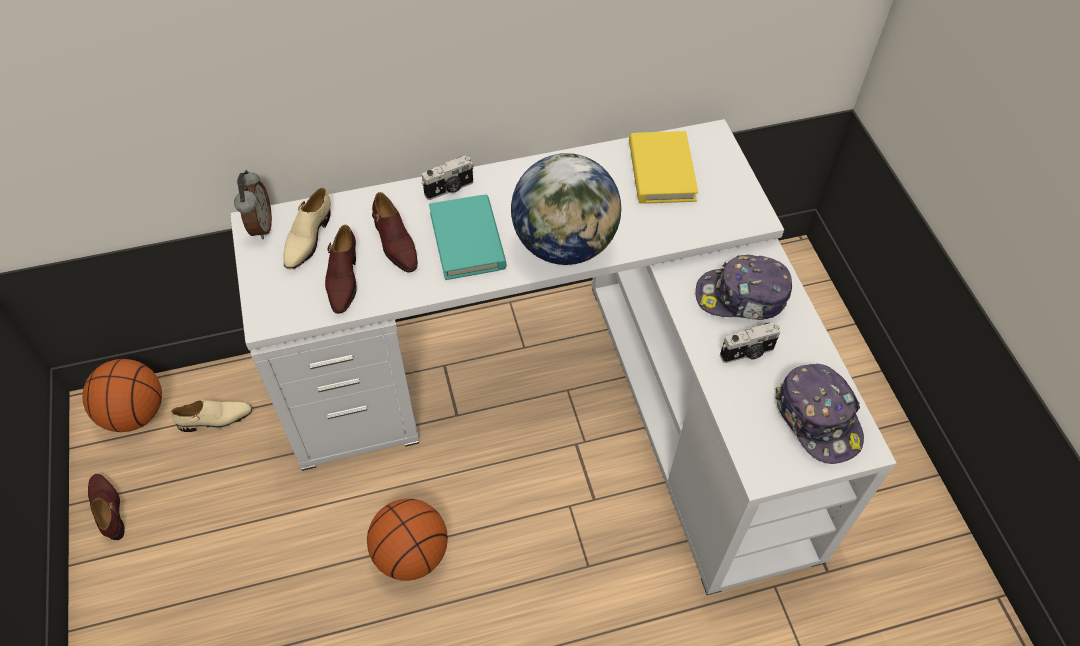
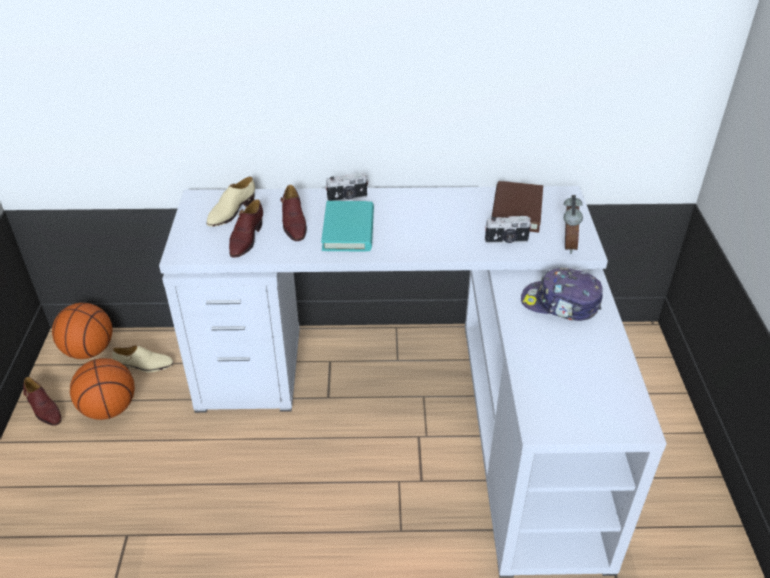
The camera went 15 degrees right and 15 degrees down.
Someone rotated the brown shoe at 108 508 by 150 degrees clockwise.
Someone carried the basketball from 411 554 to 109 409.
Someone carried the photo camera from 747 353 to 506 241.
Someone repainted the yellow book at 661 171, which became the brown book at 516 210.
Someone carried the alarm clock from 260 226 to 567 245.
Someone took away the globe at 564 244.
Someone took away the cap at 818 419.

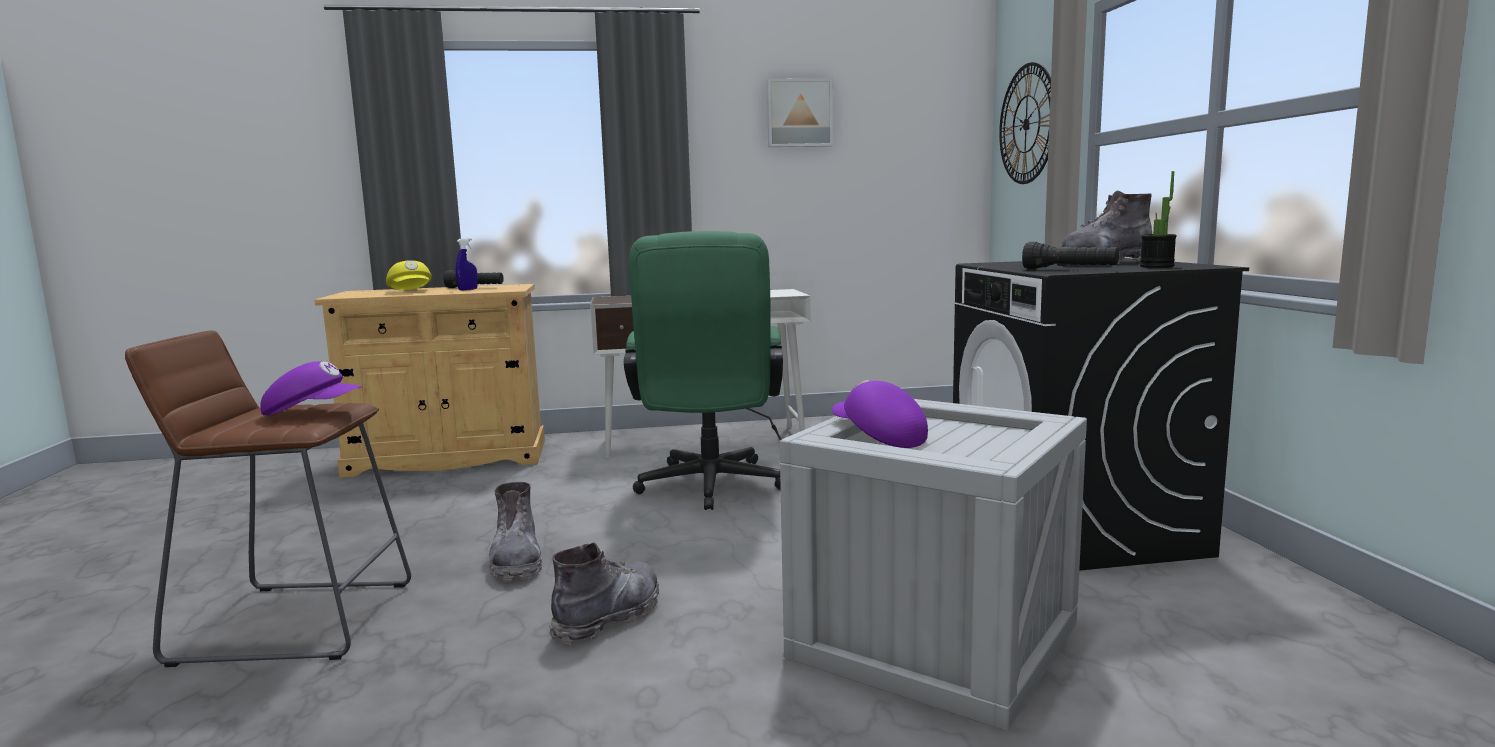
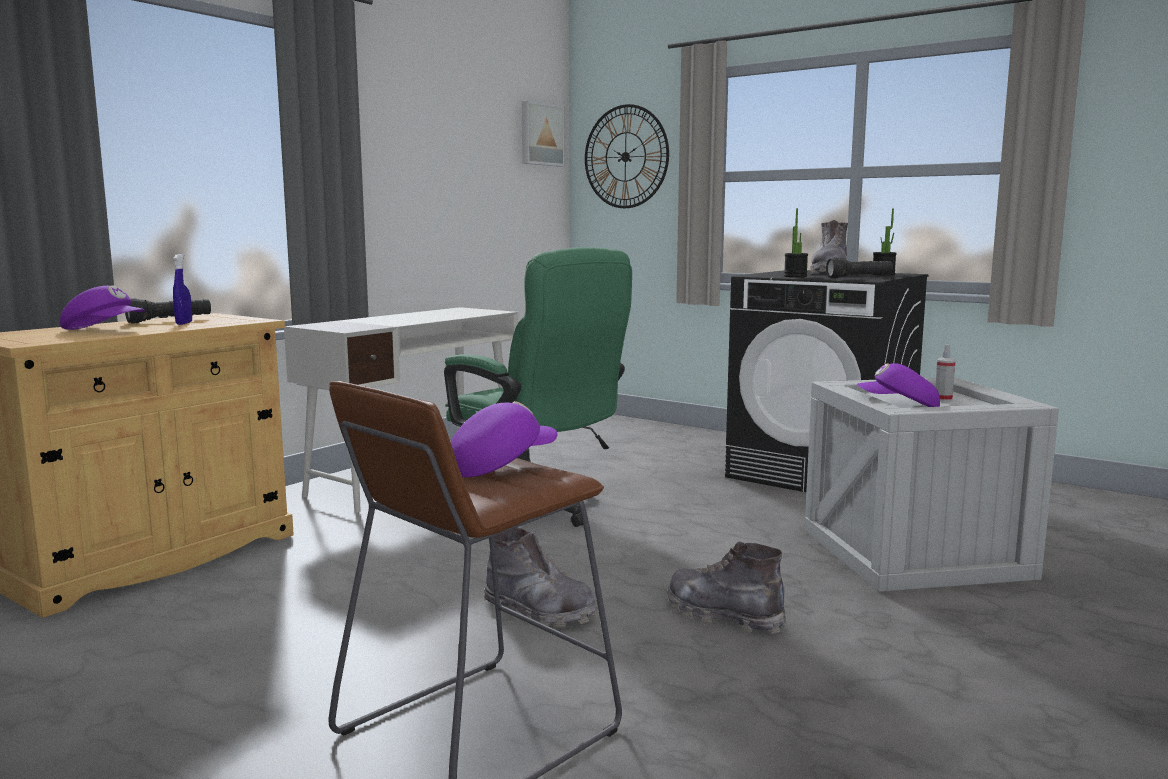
The camera went 45 degrees left and 0 degrees up.
Someone repainted the yellow cap at 411 291, which became the purple cap at 104 330.
Someone carried the picture from 799 113 to 541 134.
Someone rotated the grey boot at 609 617 by 45 degrees counterclockwise.
Someone put down the potted plant at 795 276.
Someone put down the spray bottle at 943 399.

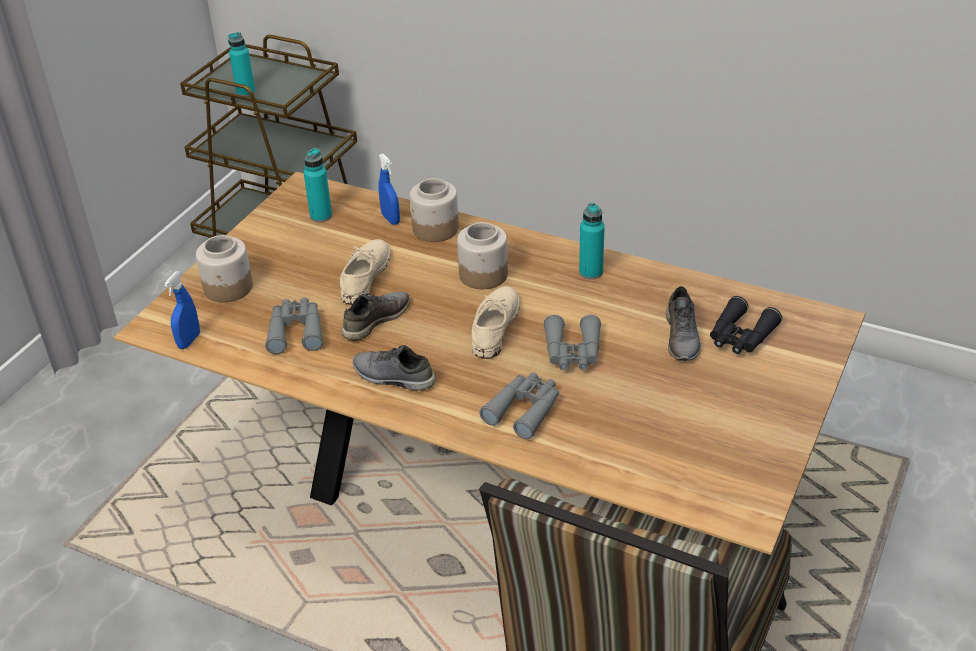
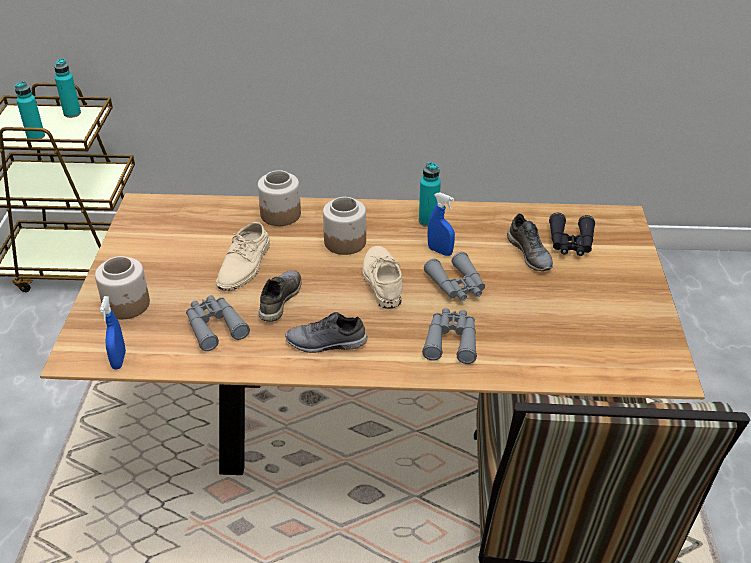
The camera went 25 degrees left and 0 degrees up.
Someone carried the turquoise bottle from 321 216 to 72 113.
Someone rotated the beige shoe at 365 275 by 150 degrees counterclockwise.
Someone carried the blue spray bottle from 390 219 to 440 251.

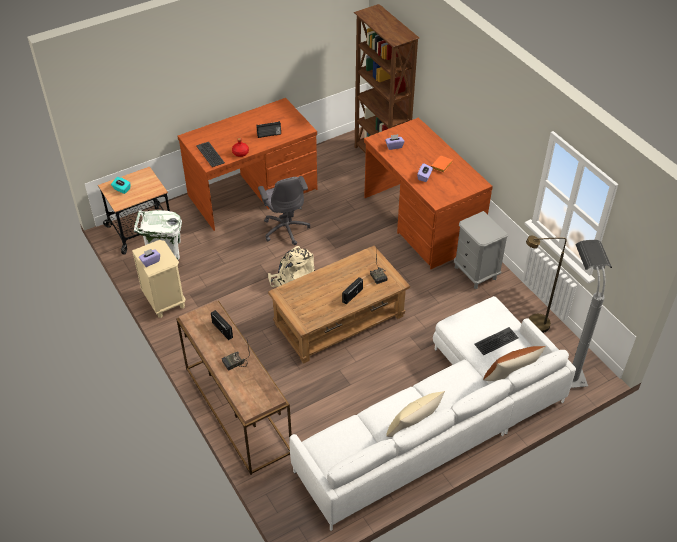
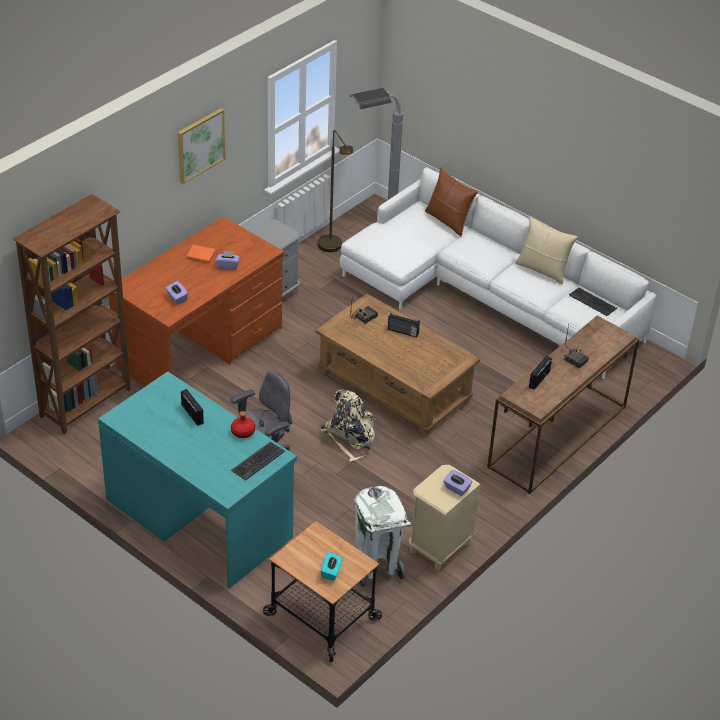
The camera went 110 degrees left and 5 degrees down.
Someone repainted the brown desk at 253 192, which became the turquoise desk at 199 517.
Someone put up the picture at 200 145.
Someone carried the keyboard from 496 341 to 592 302.

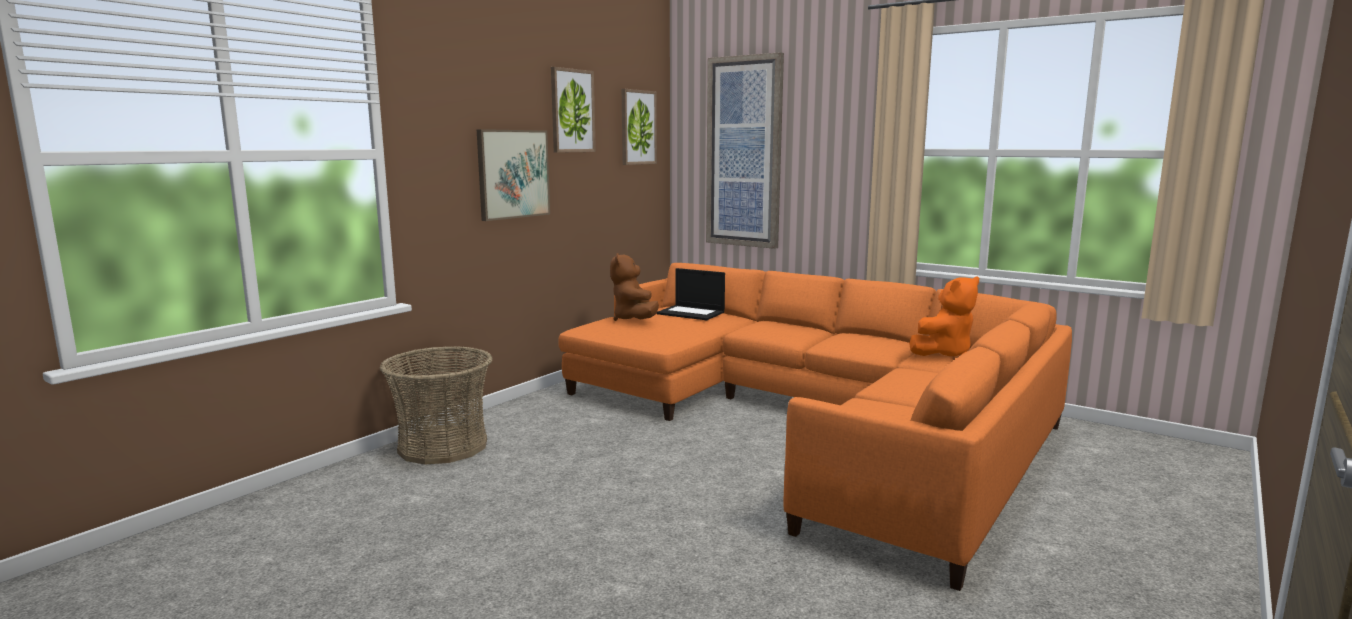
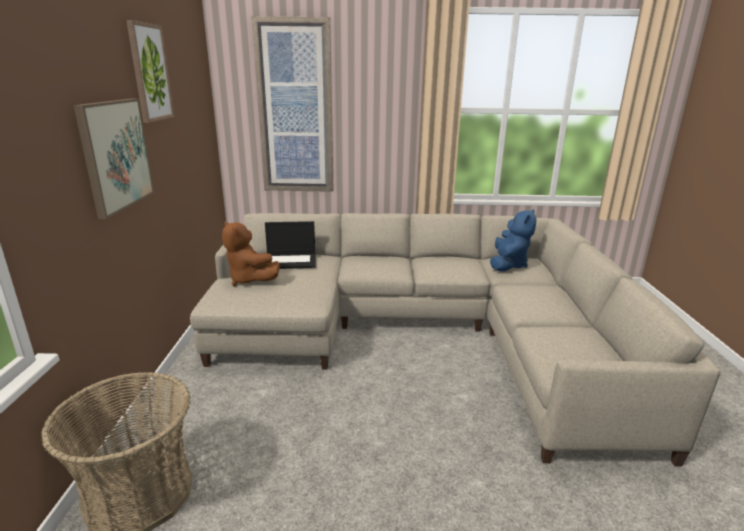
The camera went 35 degrees left and 10 degrees up.
Someone repainted the orange sofa at 811 420, which became the beige sofa at 422 332.
Someone repainted the orange plush toy at 943 353, which became the blue plush toy at 508 265.
Someone took away the picture at 638 127.

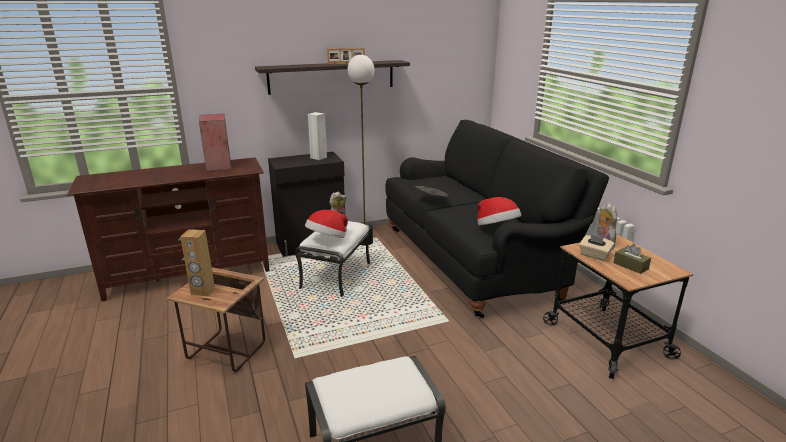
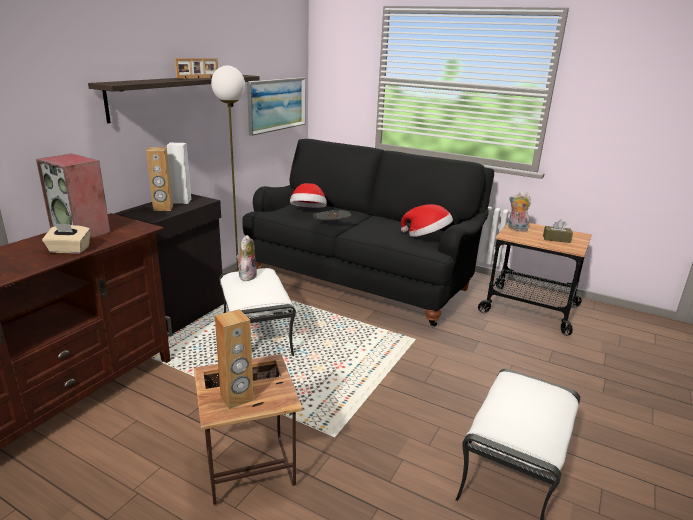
The camera went 40 degrees left and 0 degrees up.
Someone carried the beige tissue box from 594 255 to 69 250.
Someone put down the brown speaker at 163 208.
Someone put up the picture at 277 104.
Someone carried the hat from 327 239 to 308 212.

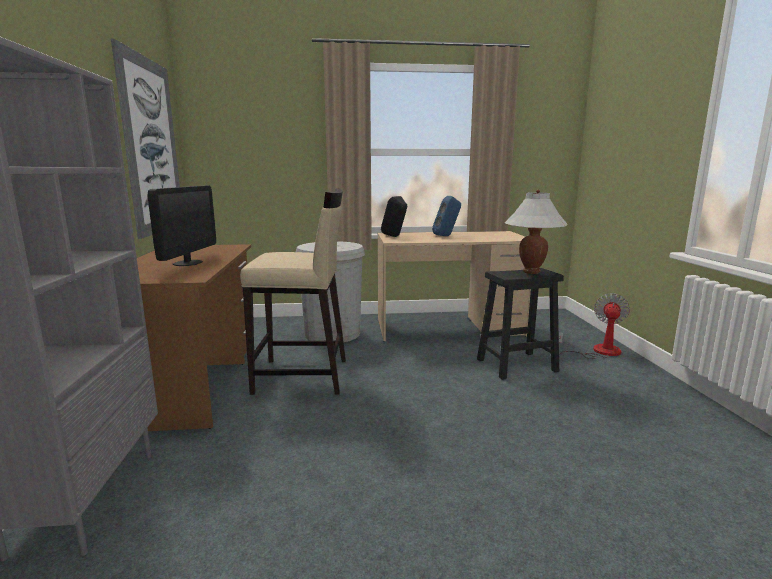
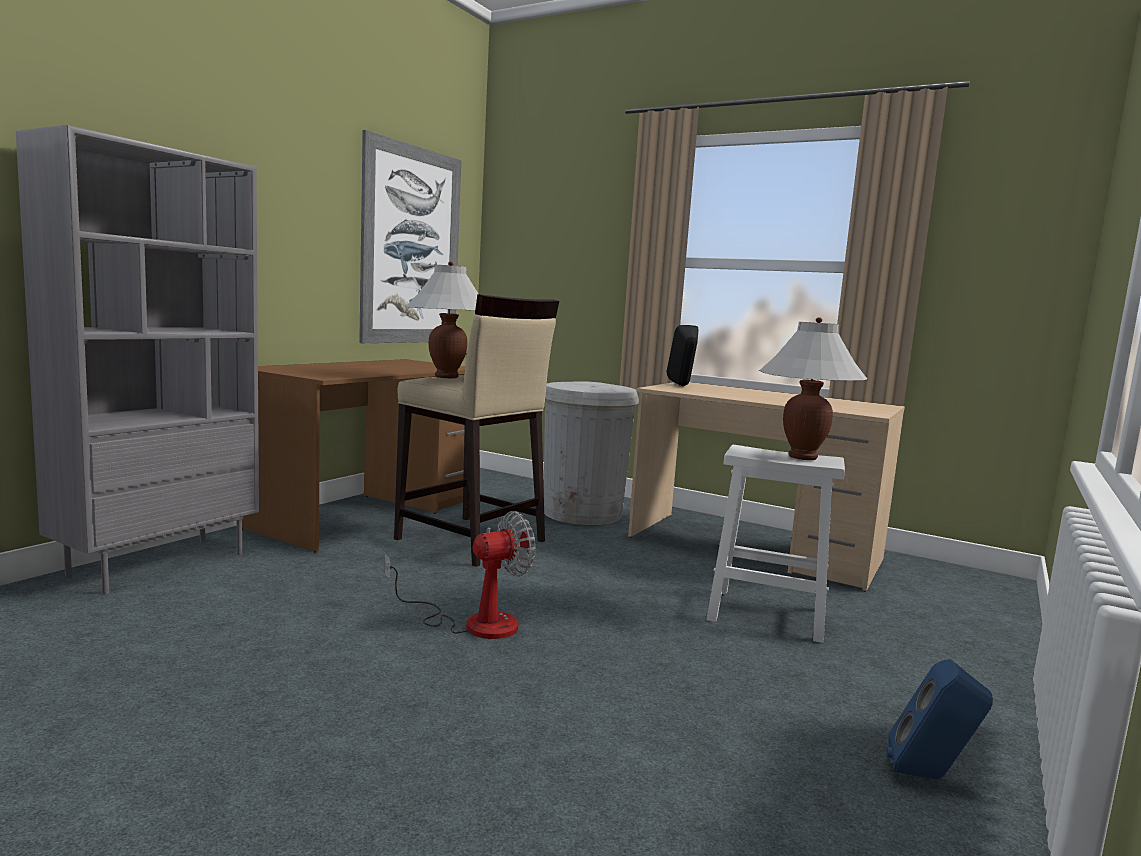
The camera went 35 degrees right and 5 degrees down.
Someone carried the fan from 598 352 to 473 623.
Someone put down the white table lamp at 446 377.
Someone repainted the black stool at 515 365, which became the white stool at 764 614.
Someone carried the blue speaker from 446 236 to 930 777.
Someone took away the monitor at 187 263.

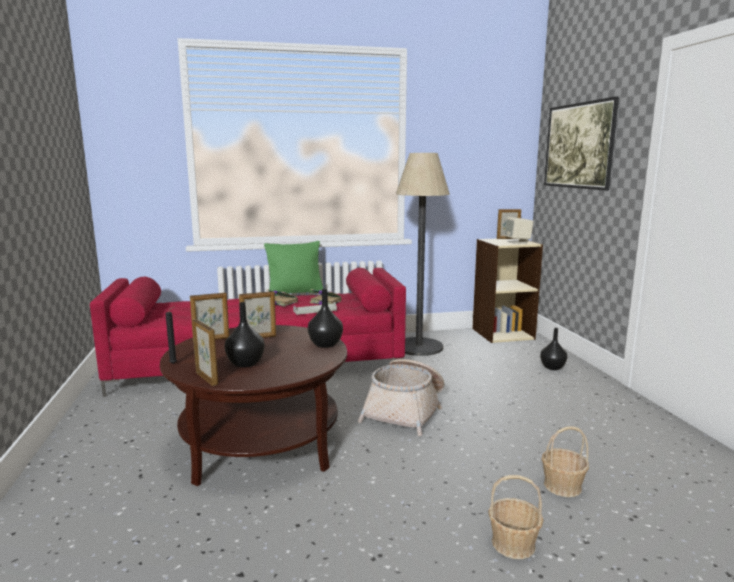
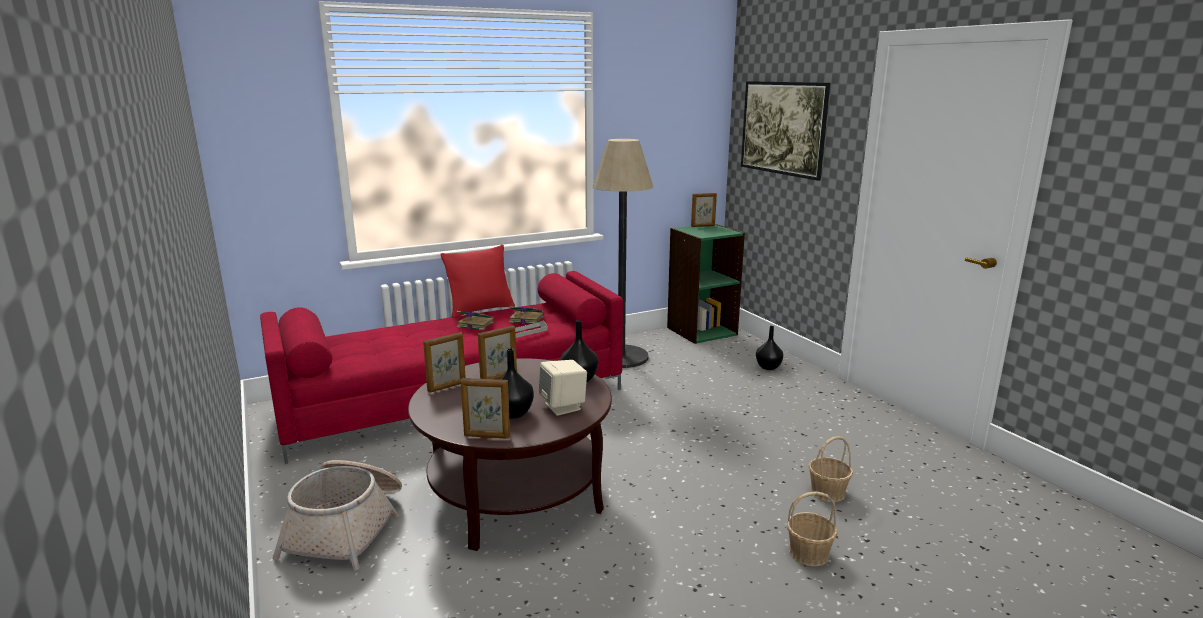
The camera went 15 degrees left and 5 degrees up.
Someone carried the basket from 405 410 to 347 527.
Someone repainted the green pillow at 295 293, which became the red pillow at 480 310.
Someone rotated the picture frame at 207 378 by 150 degrees clockwise.
Someone carried the beige speaker from 518 242 to 563 406.
Someone repainted the beige bookcase at 502 333, which became the green bookcase at 701 331.
Someone took away the black candle at 174 363.

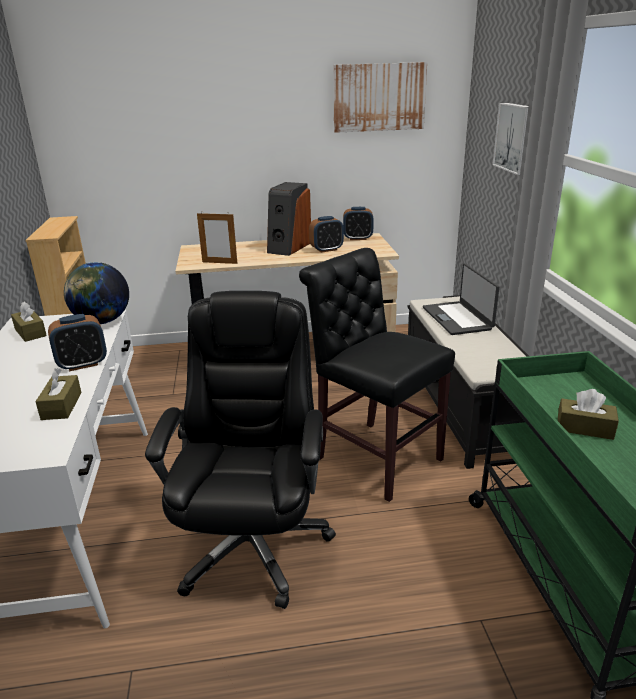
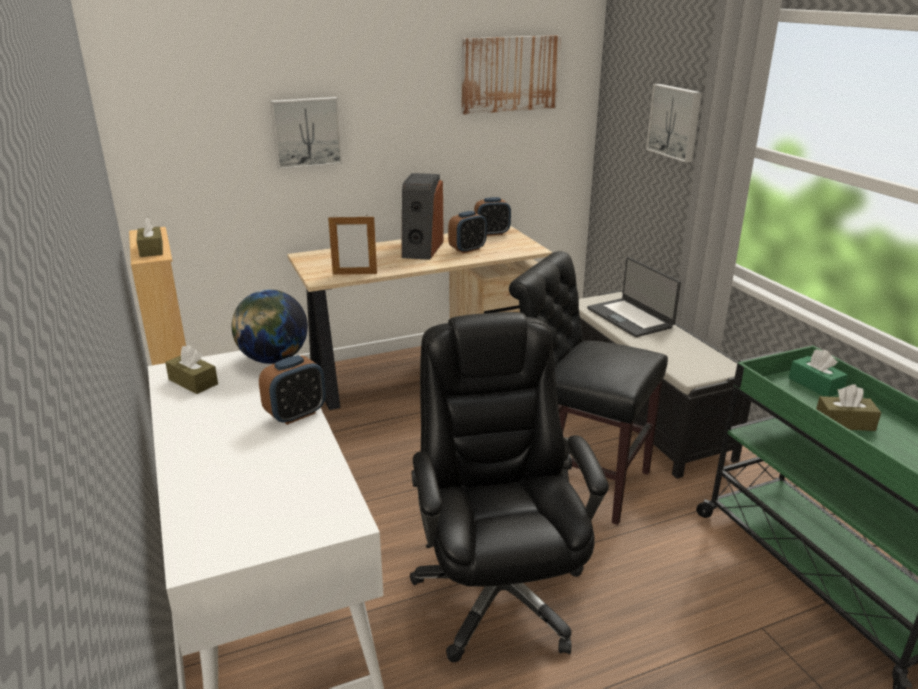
The camera went 15 degrees left and 0 degrees up.
Someone carried the brown tissue box from 61 406 to 151 249.
Someone put up the picture at 306 132.
Someone put down the green tissue box at 815 385.

